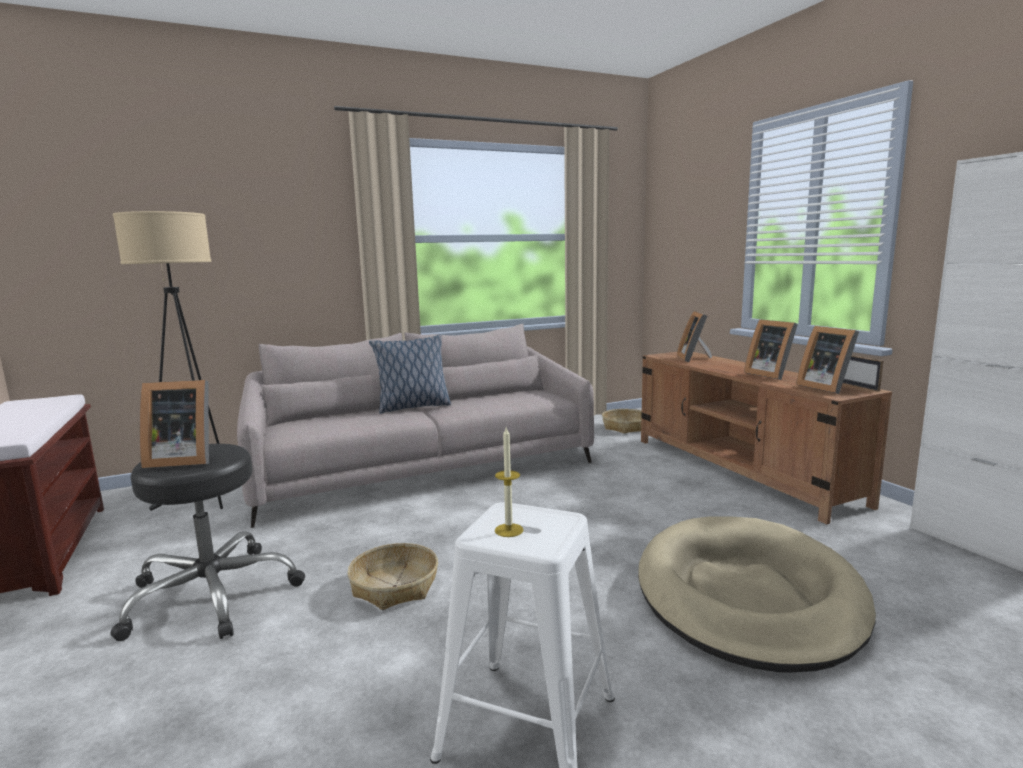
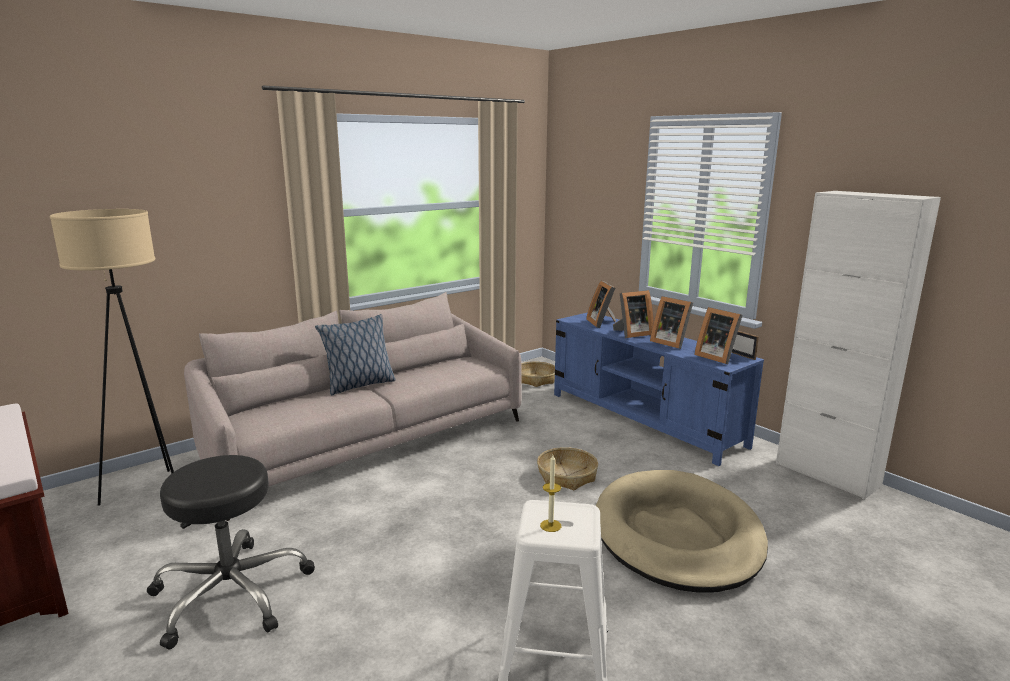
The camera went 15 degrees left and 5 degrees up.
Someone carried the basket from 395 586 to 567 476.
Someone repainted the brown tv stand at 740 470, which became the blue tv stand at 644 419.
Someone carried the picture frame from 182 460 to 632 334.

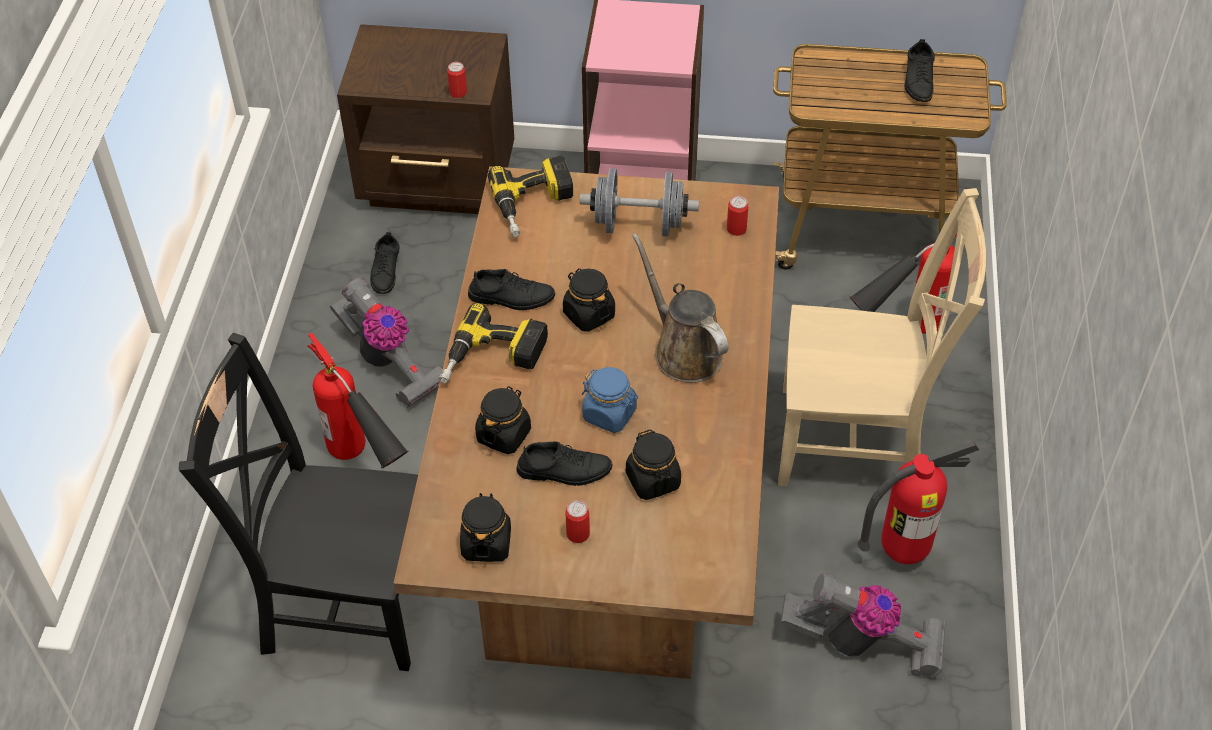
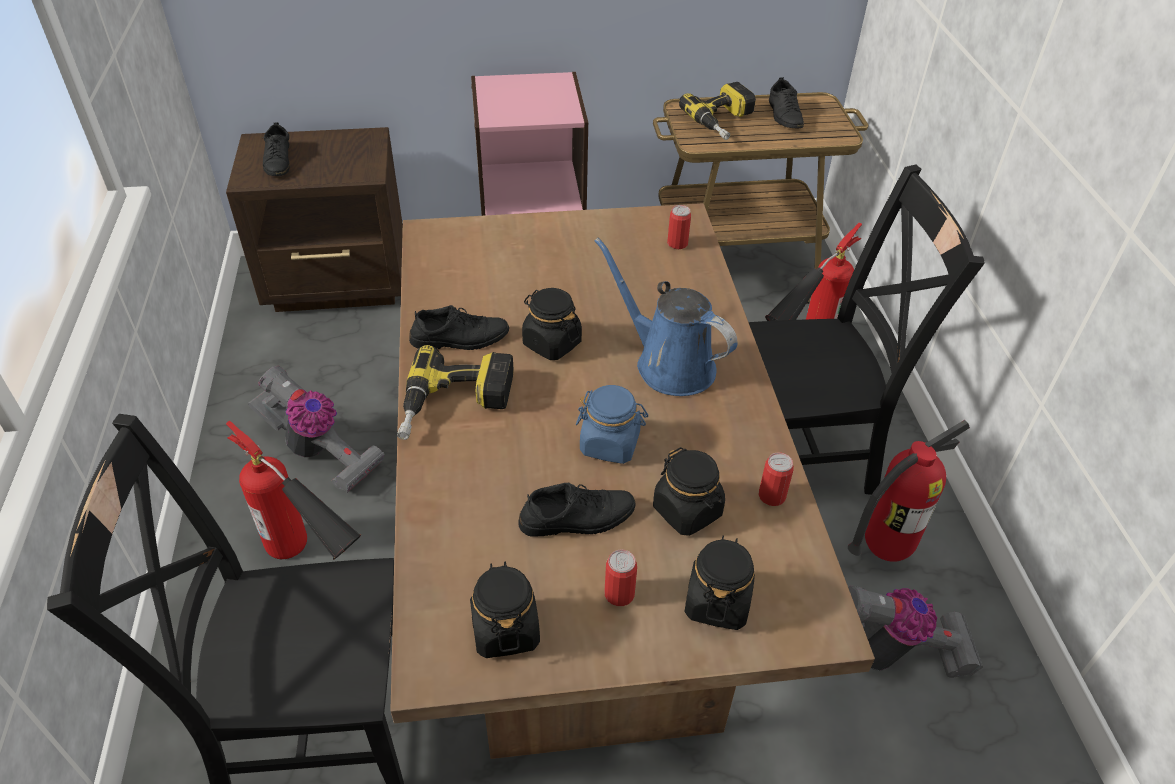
The camera went 15 degrees left and 5 degrees down.
Someone carried the black shoe from 386 270 to 278 160.
Someone repainted the brown watering can at 684 350, which became the blue watering can at 668 364.
Someone carried the power drill from 534 205 to 724 122.
Someone carried the black jar from 504 435 to 717 602.
Someone repainted the beige chair at 858 442, which became the black chair at 800 452.
Someone carried the can from 458 92 to 772 496.
Someone took away the grey dumbbell at 639 225.

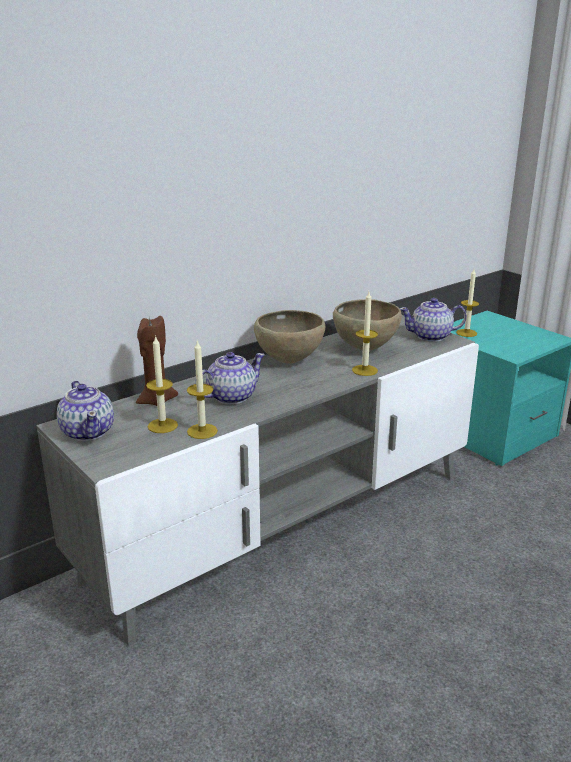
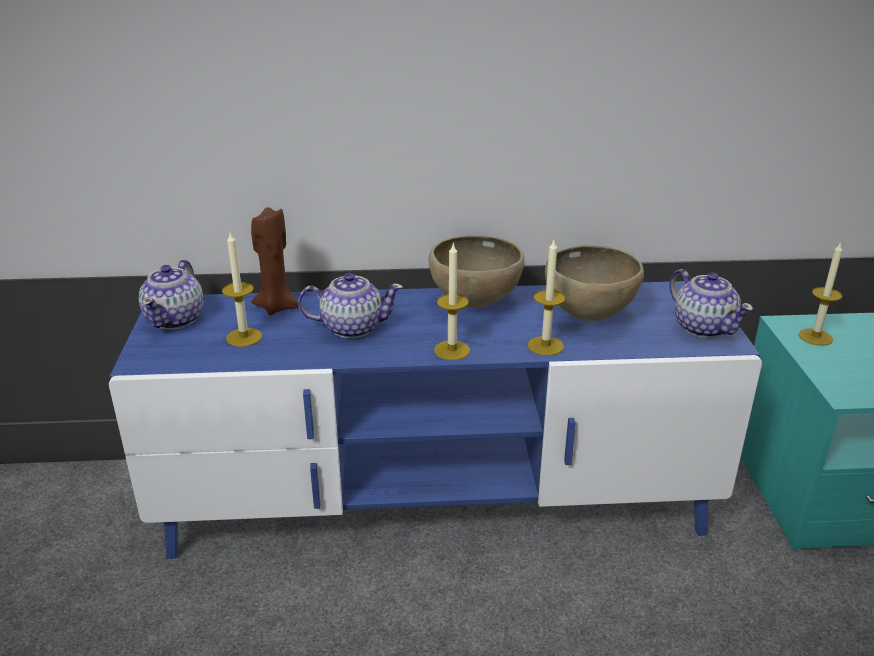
The camera went 35 degrees right and 5 degrees up.
Someone repainted the grey tv stand at 284 524, which became the blue tv stand at 436 501.
Someone carried the candle from 202 431 to 452 350.
Someone rotated the teapot at 431 336 by 150 degrees counterclockwise.

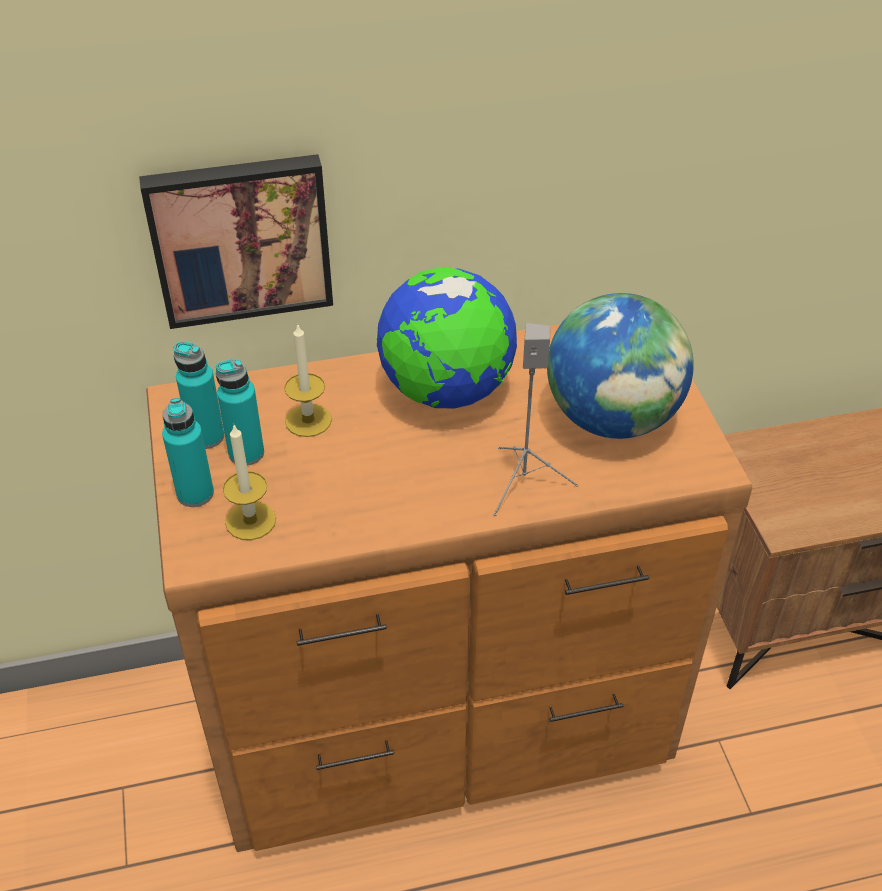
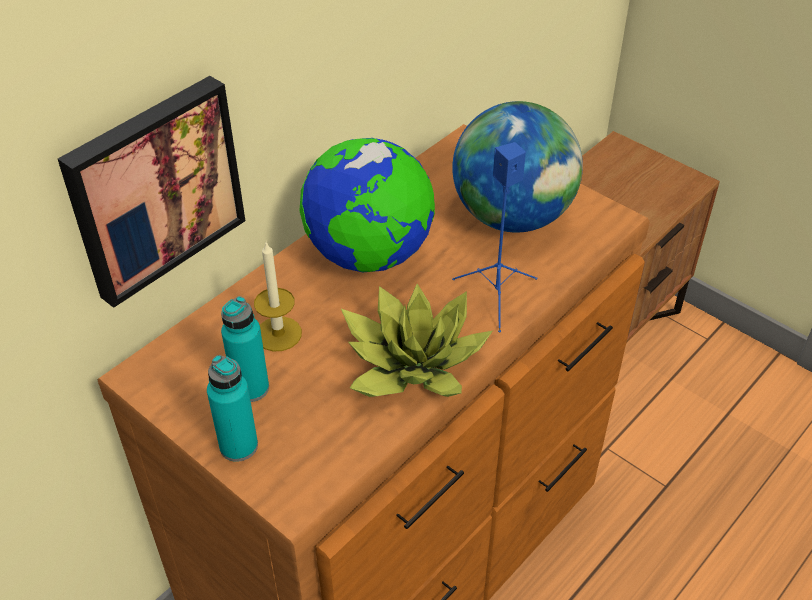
The camera went 35 degrees left and 0 degrees up.
Someone put down the potted plant at 411 364.
Someone repainted the grey speaker at 523 483, which became the blue speaker at 496 296.
Someone took away the turquoise bottle at 206 436.
Someone took away the candle at 250 521.

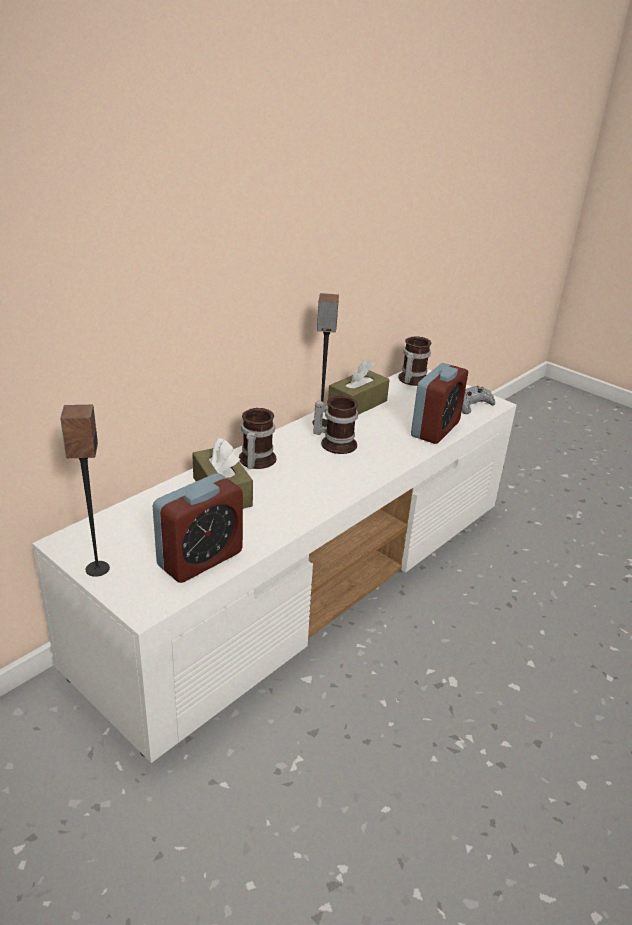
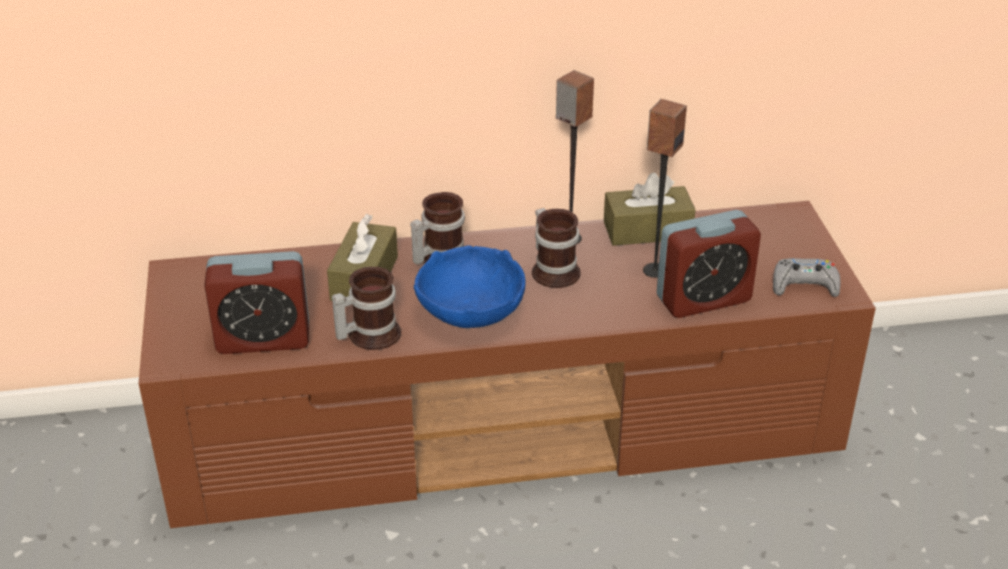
The camera went 40 degrees right and 5 degrees up.
Someone repainted the white tv stand at 309 579, which became the brown tv stand at 507 432.
Someone carried the mug from 410 380 to 368 334.
Someone put down the blue bowl at 472 311.
Someone carried the speaker from 97 569 to 654 270.

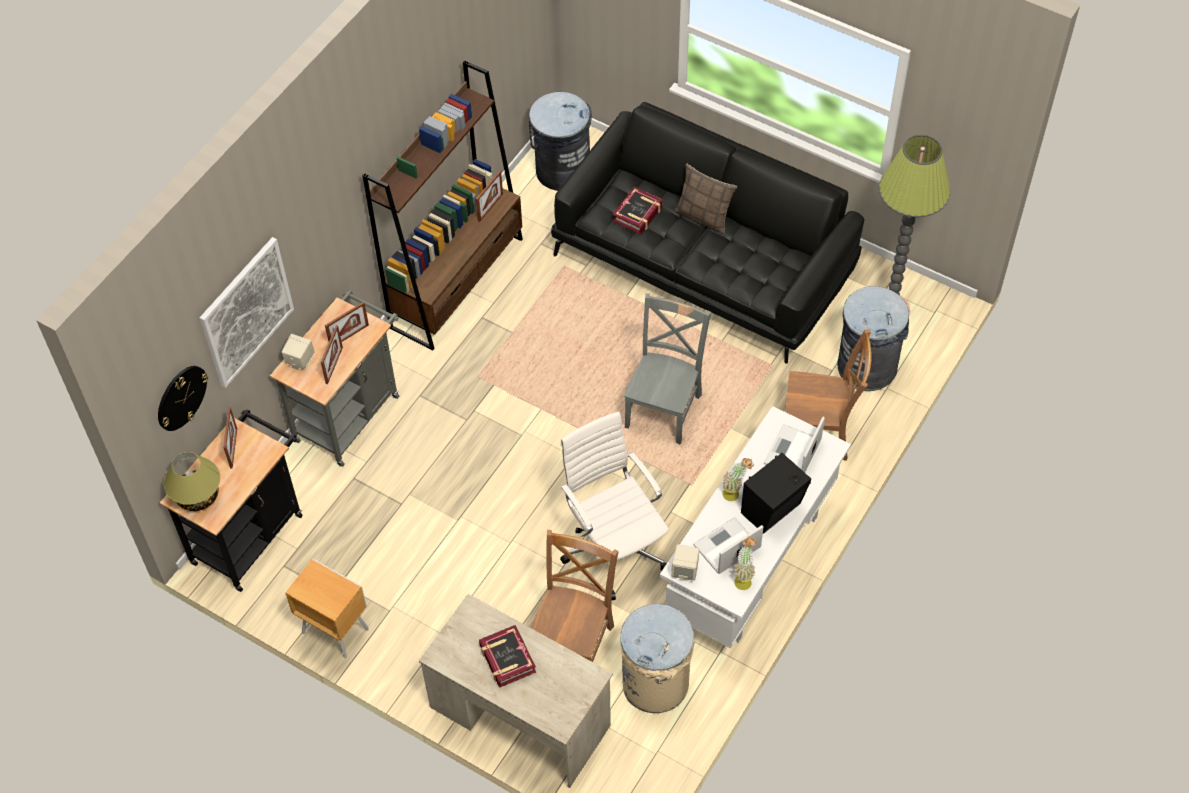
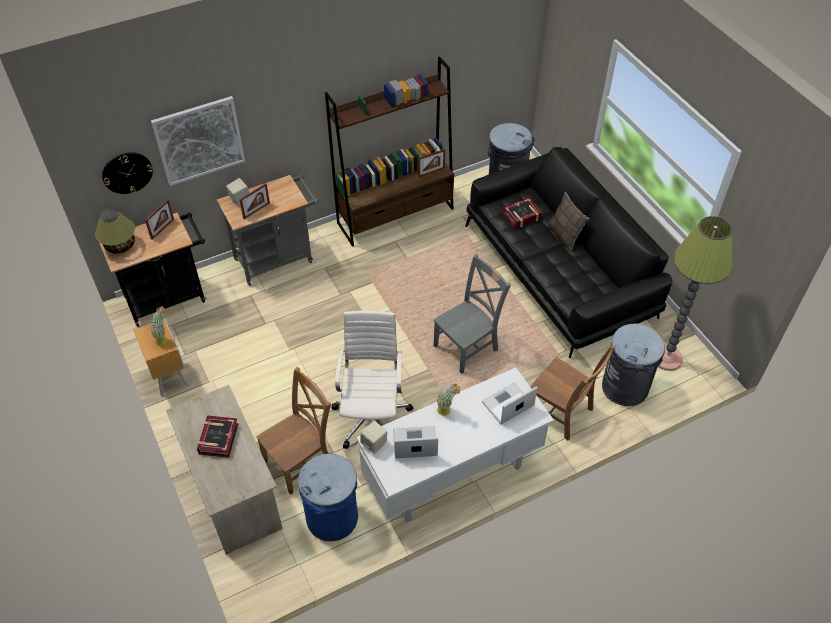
The camera went 30 degrees right and 5 degrees down.
Someone carried the potted plant from 743 578 to 164 339.
Someone repainted the beige trash can at 656 683, which became the blue trash can at 332 517.
Someone took away the picture frame at 349 336.
Someone took away the black speaker at 773 509.

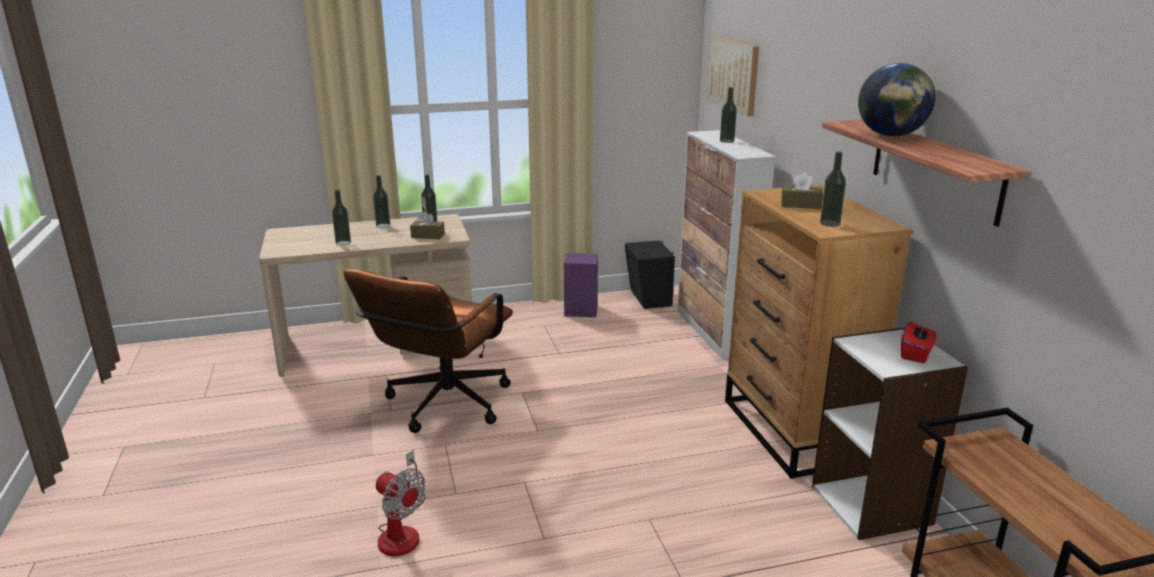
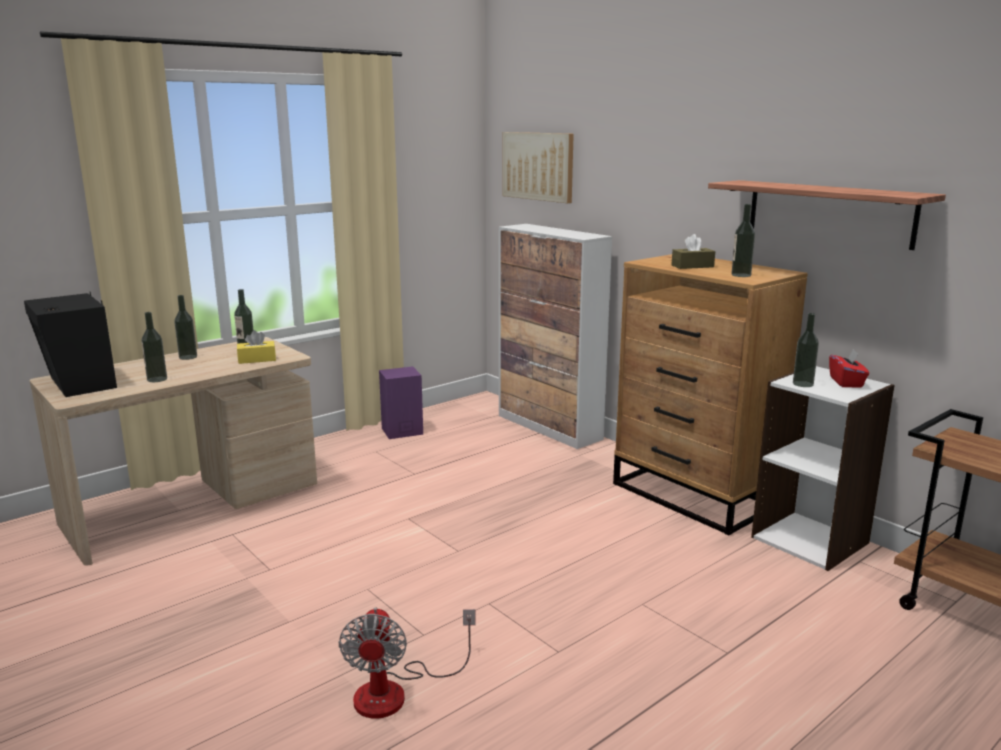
The camera went 25 degrees left and 5 degrees down.
Someone carried the black speaker from 648 298 to 79 384.
Someone repainted the brown tissue box at 428 236, which became the yellow tissue box at 257 359.
Someone rotated the fan at 402 531 by 75 degrees clockwise.
Someone carried the bottle from 727 141 to 803 384.
Someone took away the brown office chair at 441 407.
Someone took away the globe at 891 135.

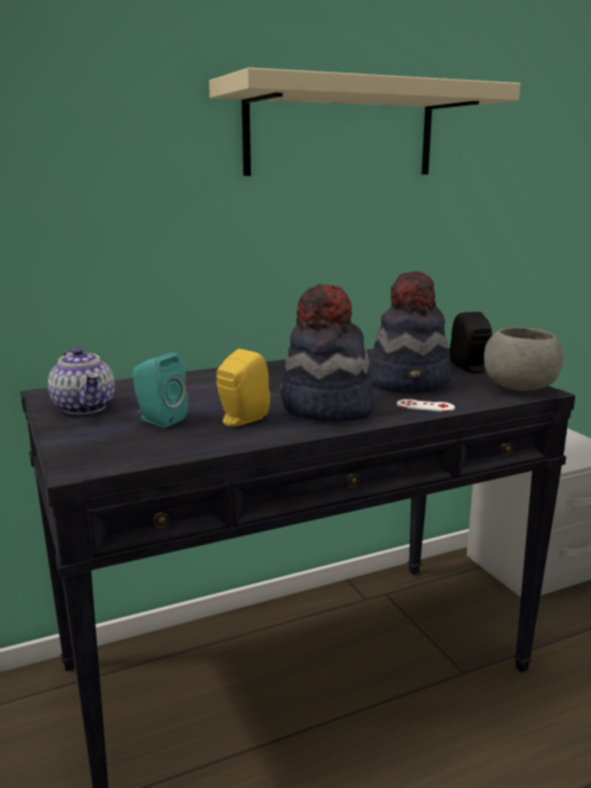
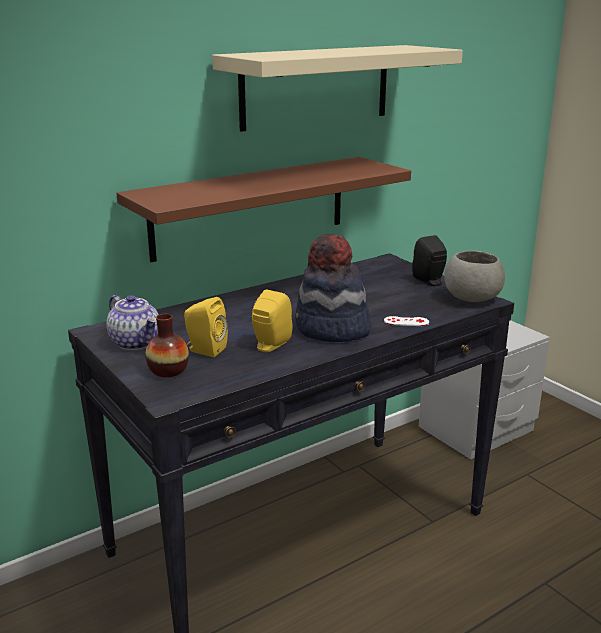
The camera went 10 degrees left and 5 degrees up.
Someone put up the brown shelf at 250 207.
Someone put down the vase at 168 370.
Someone repainted the turquoise speaker at 159 420, which became the yellow speaker at 204 350.
Someone took away the hat at 410 383.

